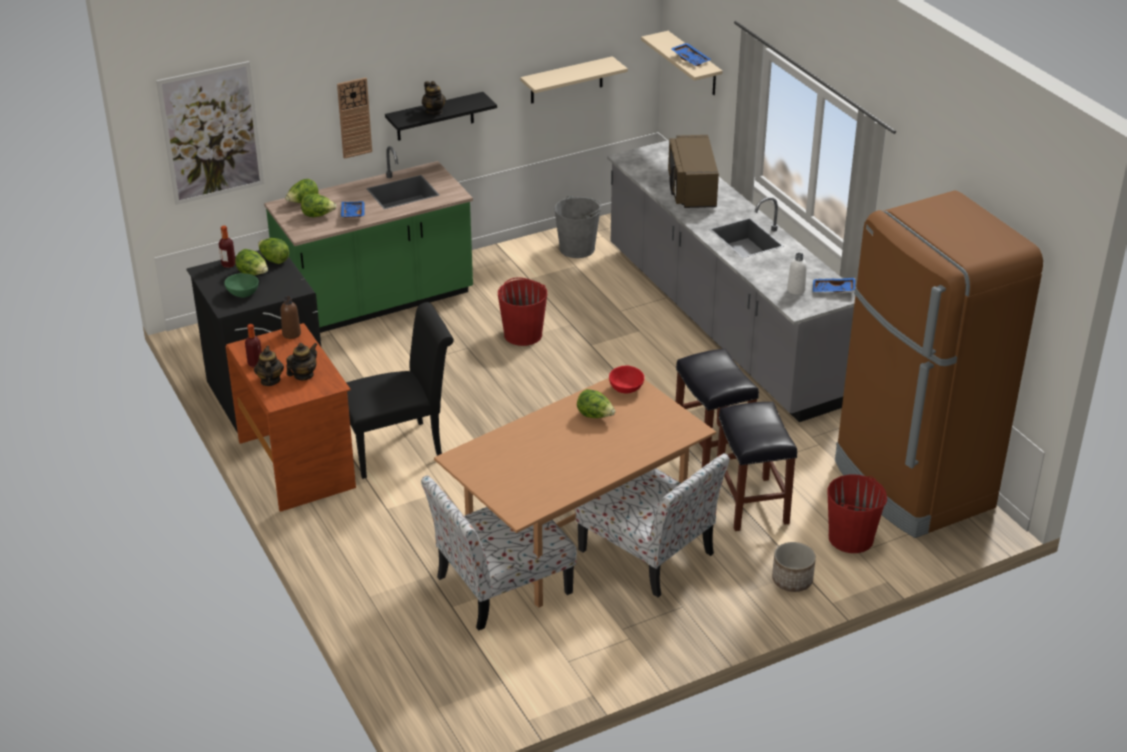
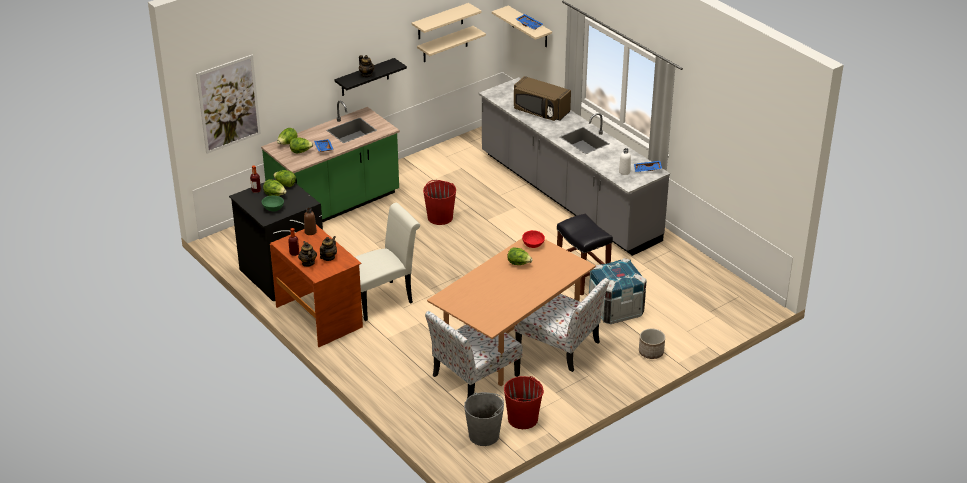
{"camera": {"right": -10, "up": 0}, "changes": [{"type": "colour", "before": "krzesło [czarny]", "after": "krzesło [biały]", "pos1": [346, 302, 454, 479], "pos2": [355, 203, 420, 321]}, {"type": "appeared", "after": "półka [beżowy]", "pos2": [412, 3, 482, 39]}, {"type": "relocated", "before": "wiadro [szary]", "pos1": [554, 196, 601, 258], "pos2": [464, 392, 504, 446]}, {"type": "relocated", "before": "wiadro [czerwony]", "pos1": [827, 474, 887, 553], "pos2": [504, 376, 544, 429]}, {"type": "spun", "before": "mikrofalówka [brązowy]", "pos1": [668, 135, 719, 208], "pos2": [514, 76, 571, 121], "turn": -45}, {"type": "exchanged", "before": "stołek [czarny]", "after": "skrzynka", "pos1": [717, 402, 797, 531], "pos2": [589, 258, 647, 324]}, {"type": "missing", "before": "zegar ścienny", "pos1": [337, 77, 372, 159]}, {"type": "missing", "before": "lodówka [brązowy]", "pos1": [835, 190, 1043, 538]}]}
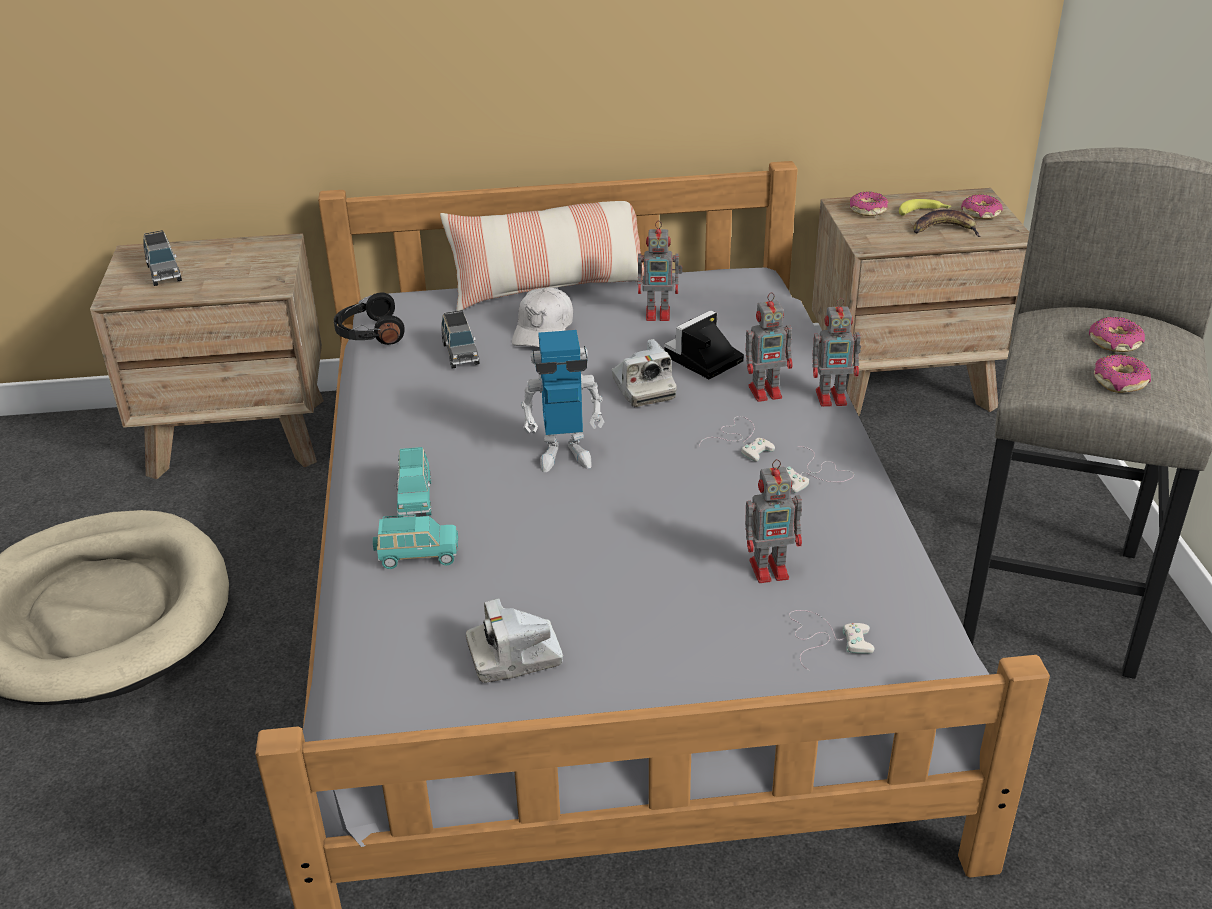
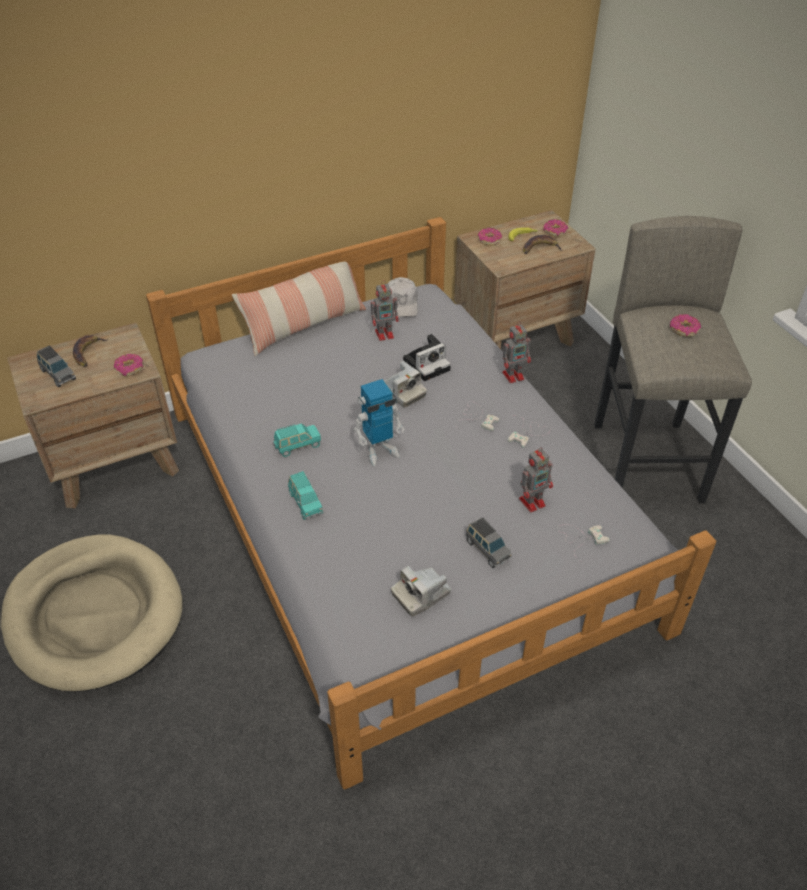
{"camera": {"right": -20, "up": 10}, "changes": [{"type": "appeared", "after": "banan", "pos2": [73, 335, 108, 367]}, {"type": "relocated", "before": "donut", "pos1": [1094, 354, 1151, 393], "pos2": [114, 354, 143, 376]}, {"type": "relocated", "before": "samochodzik [turkusowy]", "pos1": [373, 514, 458, 569], "pos2": [273, 424, 321, 457]}, {"type": "relocated", "before": "czapka z daszkiem [biały]", "pos1": [512, 287, 573, 347], "pos2": [388, 277, 418, 317]}, {"type": "spun", "before": "aparat fotograficzny", "pos1": [664, 310, 744, 379], "pos2": [403, 334, 451, 381], "turn": -150}, {"type": "relocated", "before": "samochodzik [szary]", "pos1": [441, 310, 479, 368], "pos2": [466, 517, 512, 568]}, {"type": "missing", "before": "słuchawki [czarny]", "pos1": [334, 292, 405, 345]}, {"type": "missing", "before": "robot zabawkowy", "pos1": [746, 292, 793, 402]}]}
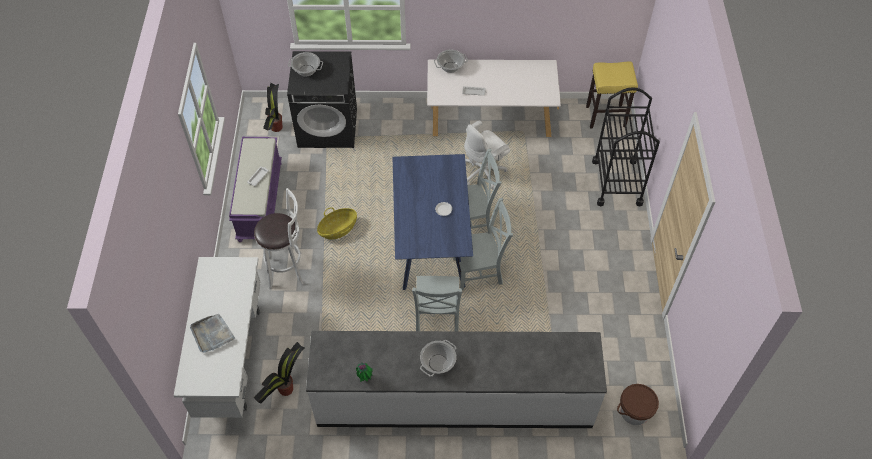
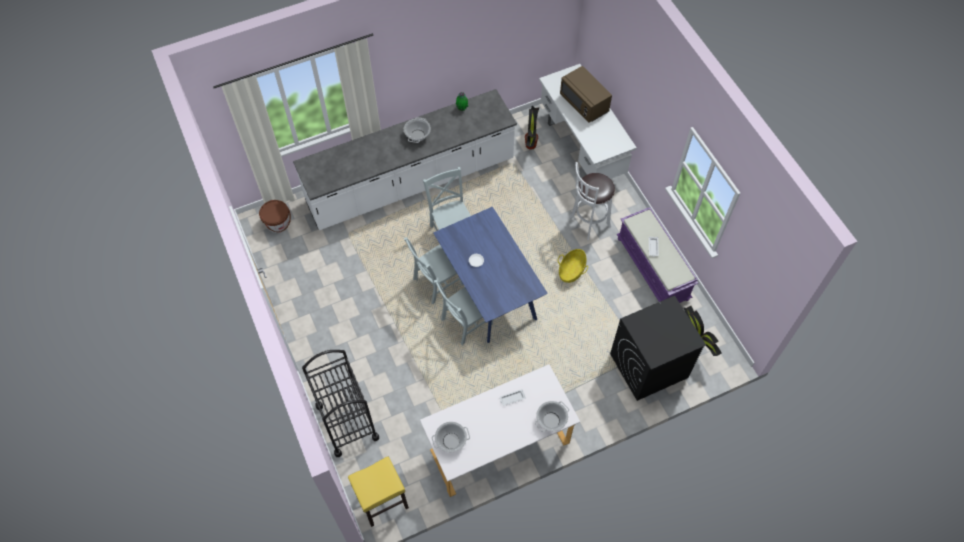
{"camera": {"right": 155, "up": 5}, "changes": [{"type": "relocated", "before": "garnek", "pos1": [288, 52, 323, 76], "pos2": [432, 422, 470, 453]}, {"type": "exchanged", "before": "taca [szary]", "after": "mikrofalówka [brązowy]", "pos1": [190, 314, 235, 353], "pos2": [560, 66, 612, 123]}, {"type": "missing", "before": "krzesło biurowe [biały]", "pos1": [464, 120, 510, 190]}]}
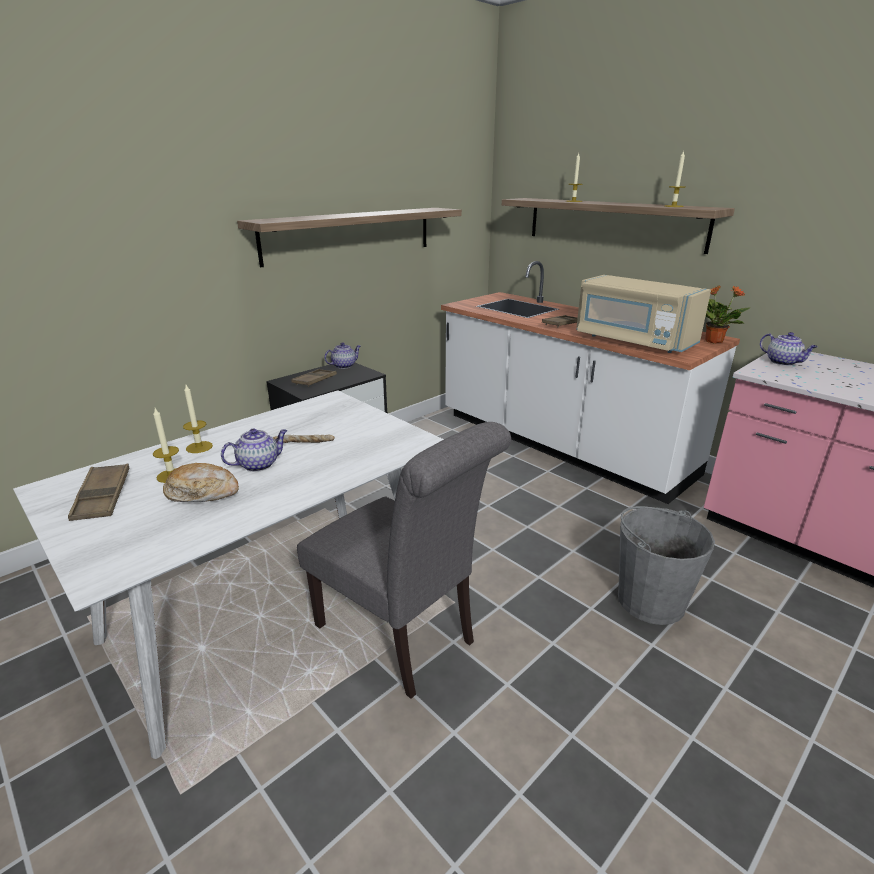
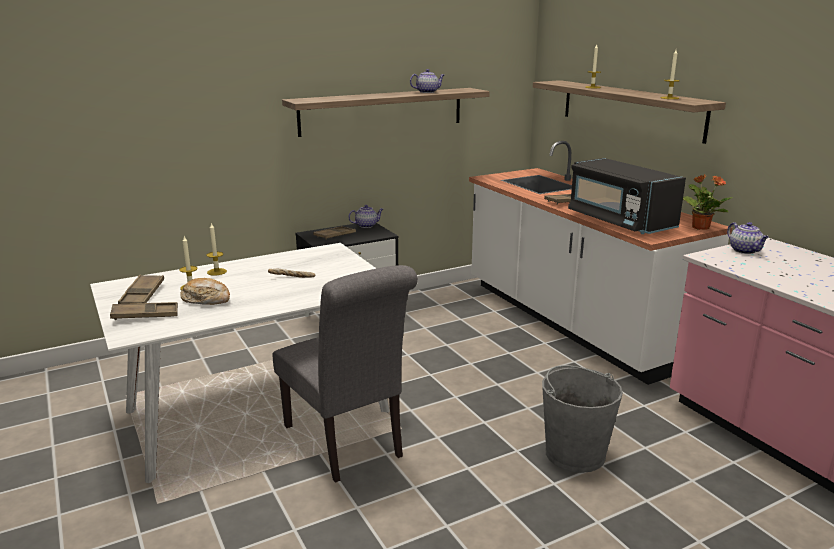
{"camera": {"right": 15, "up": -5}, "changes": [{"type": "appeared", "after": "taca [brązowy]", "pos2": [110, 302, 178, 320]}, {"type": "relocated", "before": "imbryk", "pos1": [221, 428, 287, 472], "pos2": [410, 69, 444, 93]}, {"type": "colour", "before": "mikrofalówka [beżowy]", "after": "mikrofalówka [czarny]", "pos1": [576, 275, 711, 353], "pos2": [568, 158, 686, 234]}]}
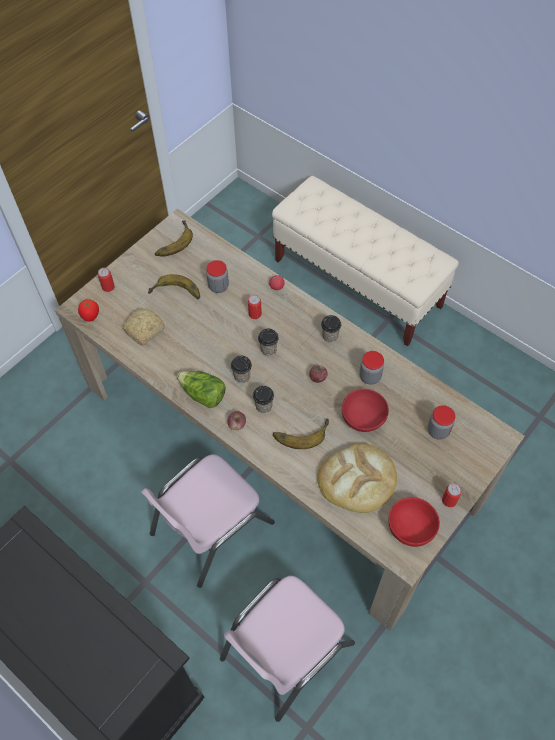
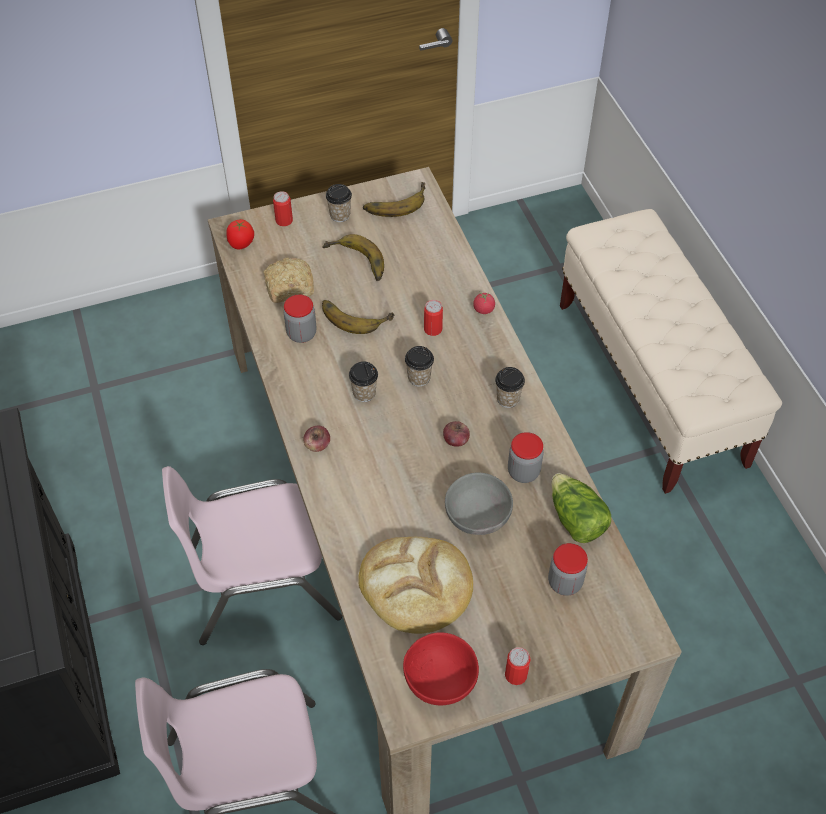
{"camera": {"right": 30, "up": -5}, "changes": [{"type": "relocated", "before": "słoik", "pos1": [206, 260, 229, 293], "pos2": [284, 295, 317, 343]}, {"type": "relocated", "before": "banan", "pos1": [273, 418, 329, 449], "pos2": [322, 300, 394, 334]}, {"type": "relocated", "before": "filiżanka", "pos1": [253, 386, 274, 413], "pos2": [326, 184, 352, 222]}, {"type": "colour", "before": "miska [czerwony]", "after": "miska [szary]", "pos1": [342, 389, 389, 432], "pos2": [445, 473, 513, 535]}, {"type": "relocated", "before": "sałata", "pos1": [177, 371, 226, 408], "pos2": [552, 473, 611, 543]}]}
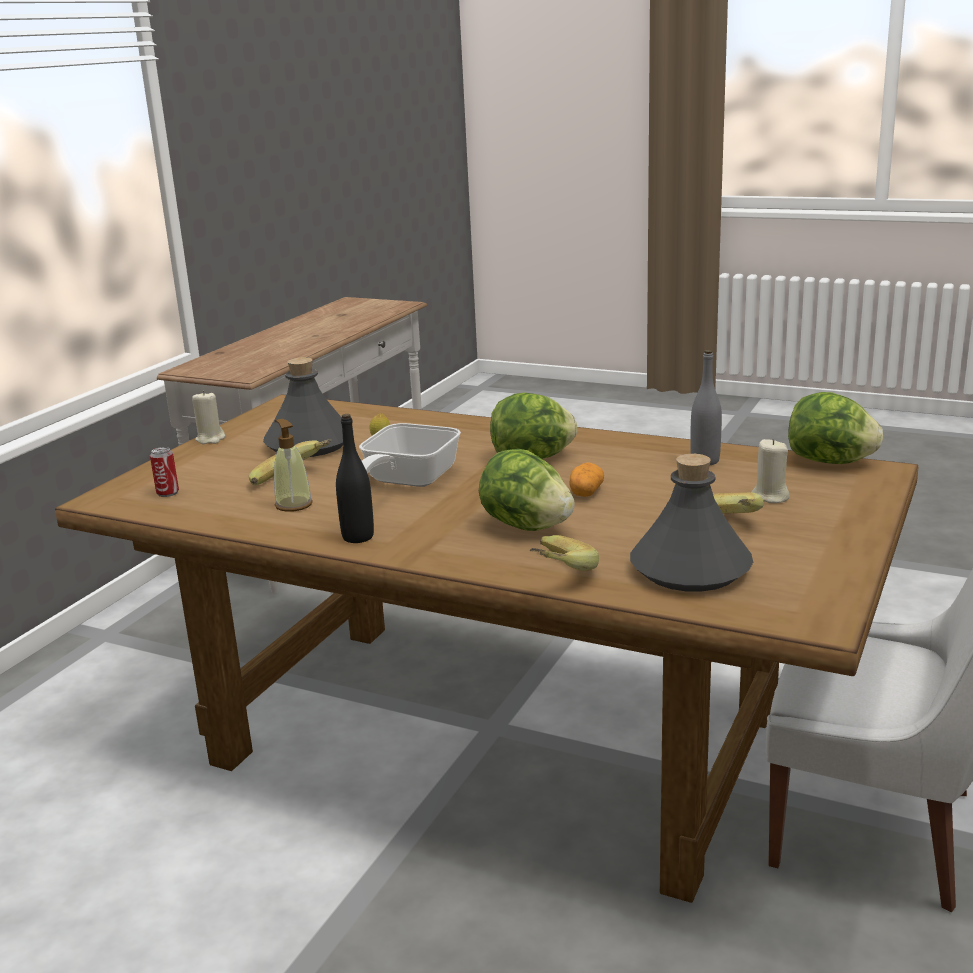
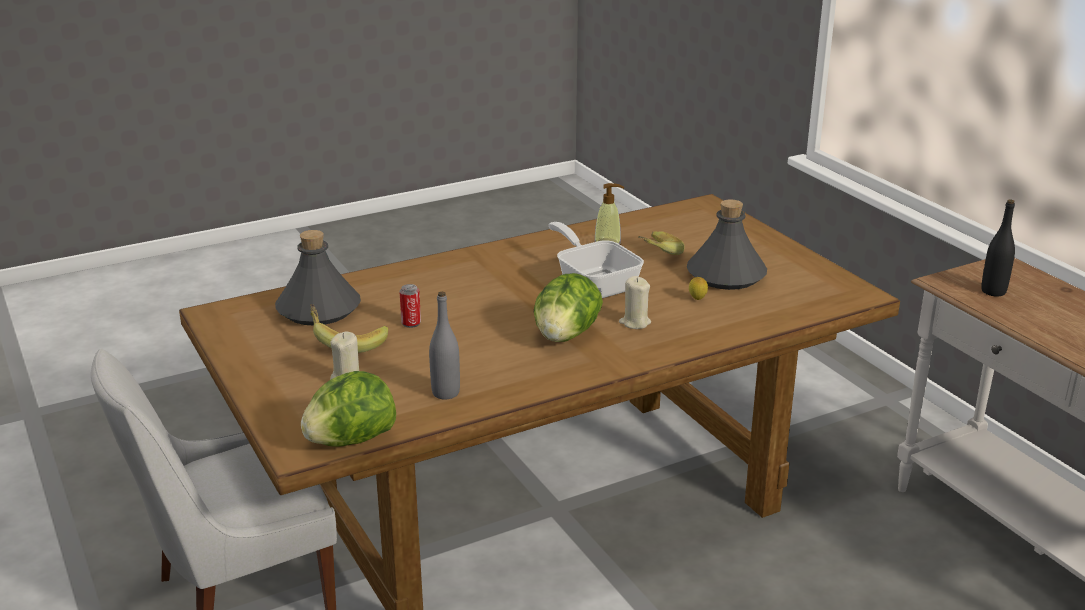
{"camera": {"right": 125, "up": 5}, "changes": [{"type": "relocated", "before": "puszka", "pos1": [150, 447, 179, 497], "pos2": [400, 284, 421, 328]}, {"type": "relocated", "before": "świeca [beżowy]", "pos1": [192, 391, 225, 444], "pos2": [619, 276, 651, 329]}, {"type": "relocated", "before": "butelka [czarny]", "pos1": [336, 414, 374, 543], "pos2": [981, 200, 1015, 297]}, {"type": "missing", "before": "sałata", "pos1": [479, 449, 575, 531]}, {"type": "missing", "before": "banan", "pos1": [530, 535, 599, 571]}, {"type": "missing", "before": "ziemniak", "pos1": [570, 462, 604, 497]}]}
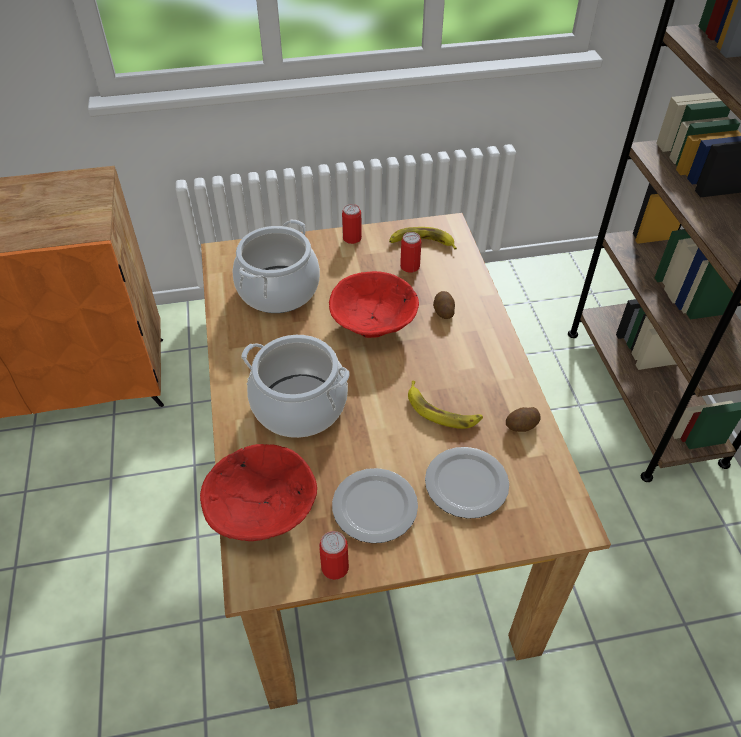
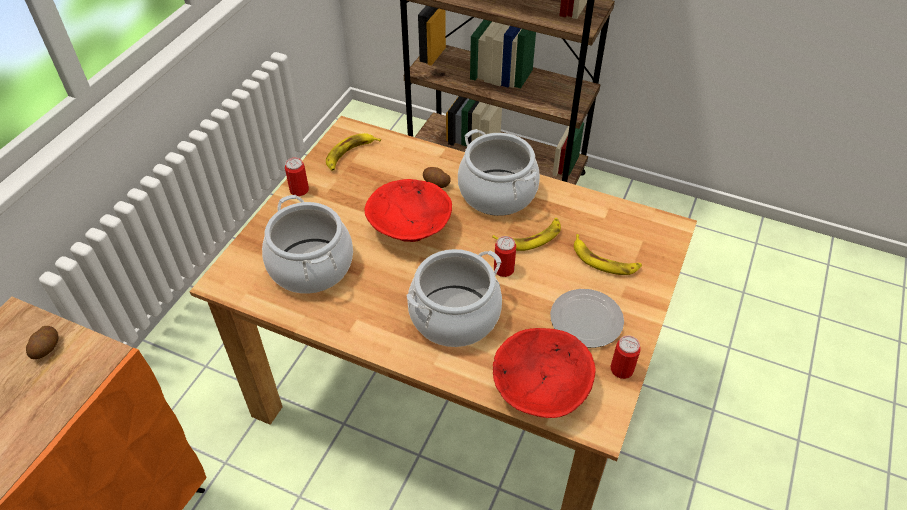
{"camera": {"right": -55, "up": 0}, "changes": [{"type": "relocated", "before": "ziemniak", "pos1": [506, 407, 540, 432], "pos2": [26, 326, 59, 359]}, {"type": "appeared", "after": "garnek", "pos2": [458, 129, 540, 216]}, {"type": "relocated", "before": "puszka", "pos1": [400, 232, 421, 273], "pos2": [494, 236, 516, 277]}, {"type": "exchanged", "before": "talerz", "after": "banan", "pos1": [425, 447, 509, 519], "pos2": [574, 234, 642, 275]}]}
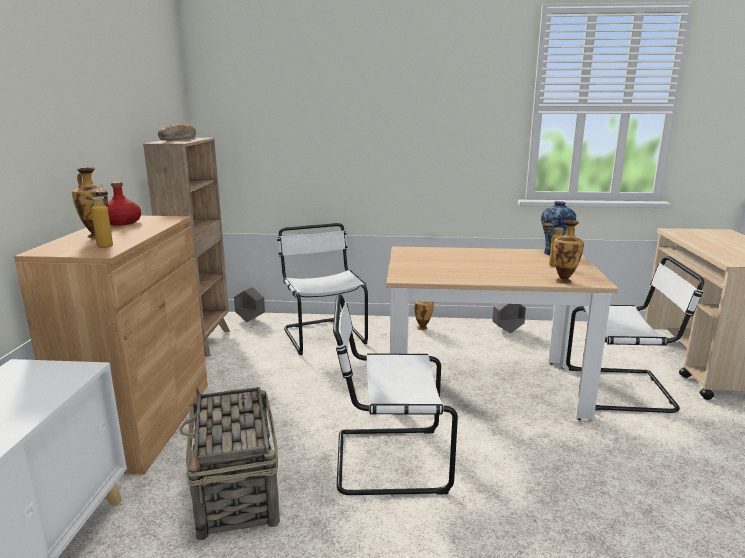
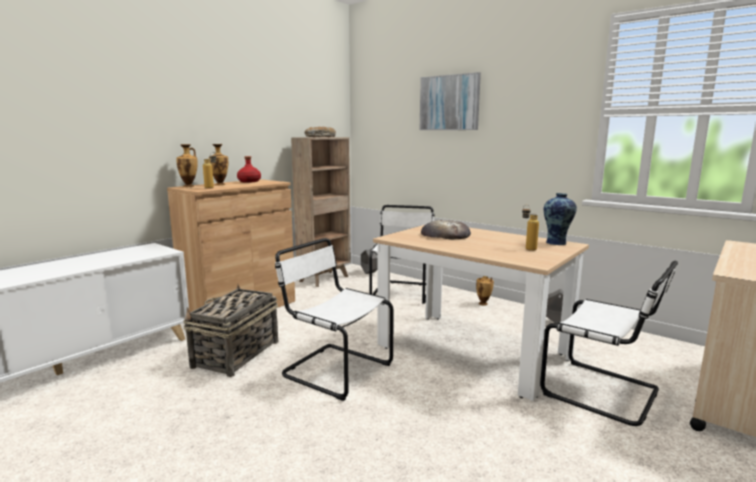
{"camera": {"right": 35, "up": -5}, "changes": [{"type": "relocated", "before": "wazon", "pos1": [553, 220, 584, 284], "pos2": [177, 144, 198, 187]}, {"type": "appeared", "after": "obraz", "pos2": [420, 72, 481, 130]}, {"type": "appeared", "after": "chleb", "pos2": [421, 220, 471, 240]}]}
